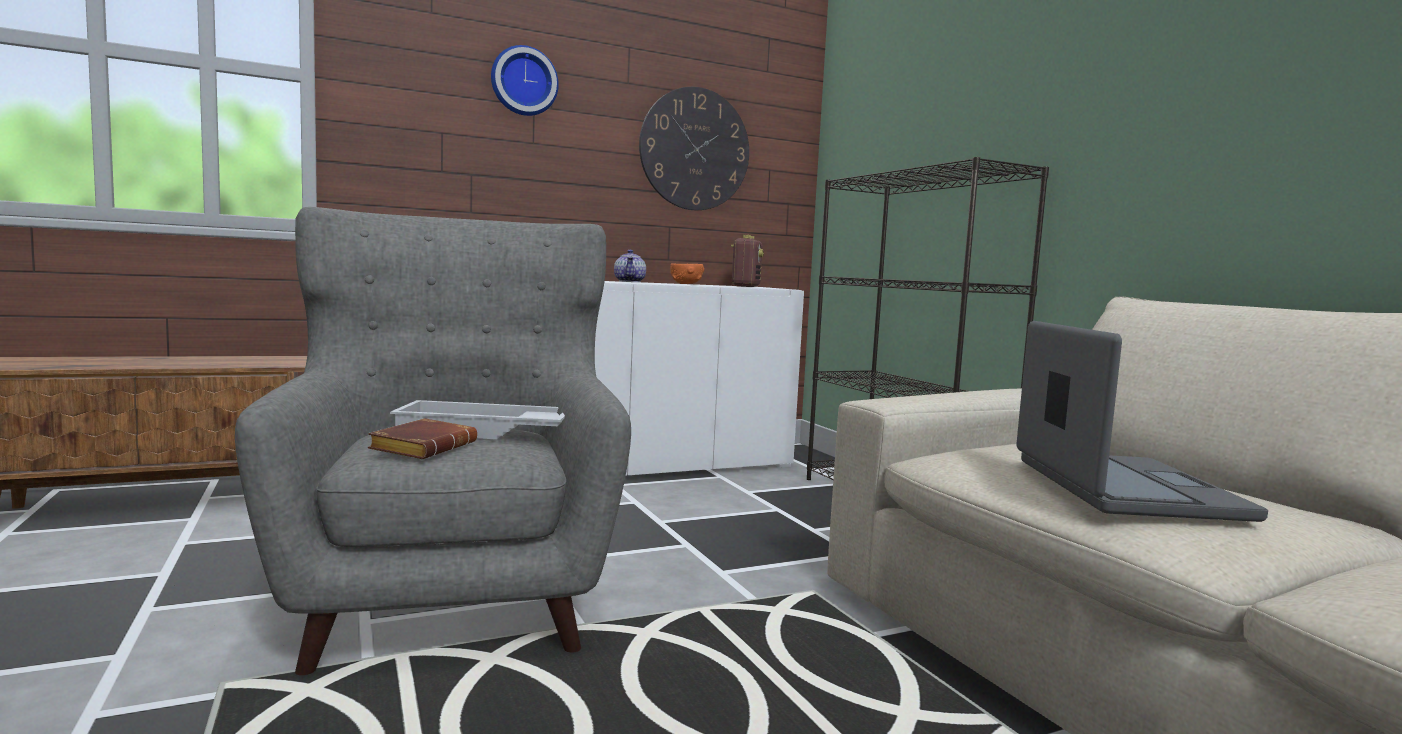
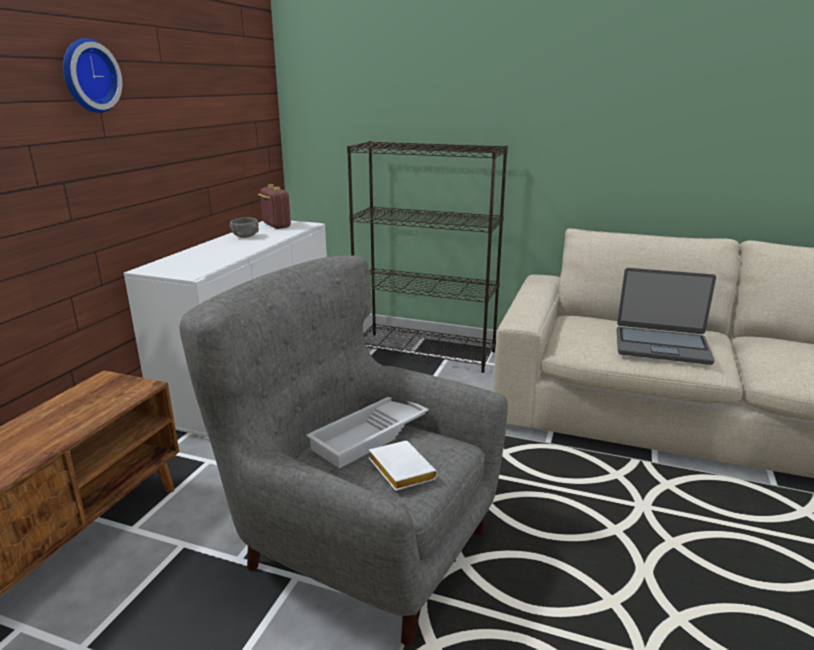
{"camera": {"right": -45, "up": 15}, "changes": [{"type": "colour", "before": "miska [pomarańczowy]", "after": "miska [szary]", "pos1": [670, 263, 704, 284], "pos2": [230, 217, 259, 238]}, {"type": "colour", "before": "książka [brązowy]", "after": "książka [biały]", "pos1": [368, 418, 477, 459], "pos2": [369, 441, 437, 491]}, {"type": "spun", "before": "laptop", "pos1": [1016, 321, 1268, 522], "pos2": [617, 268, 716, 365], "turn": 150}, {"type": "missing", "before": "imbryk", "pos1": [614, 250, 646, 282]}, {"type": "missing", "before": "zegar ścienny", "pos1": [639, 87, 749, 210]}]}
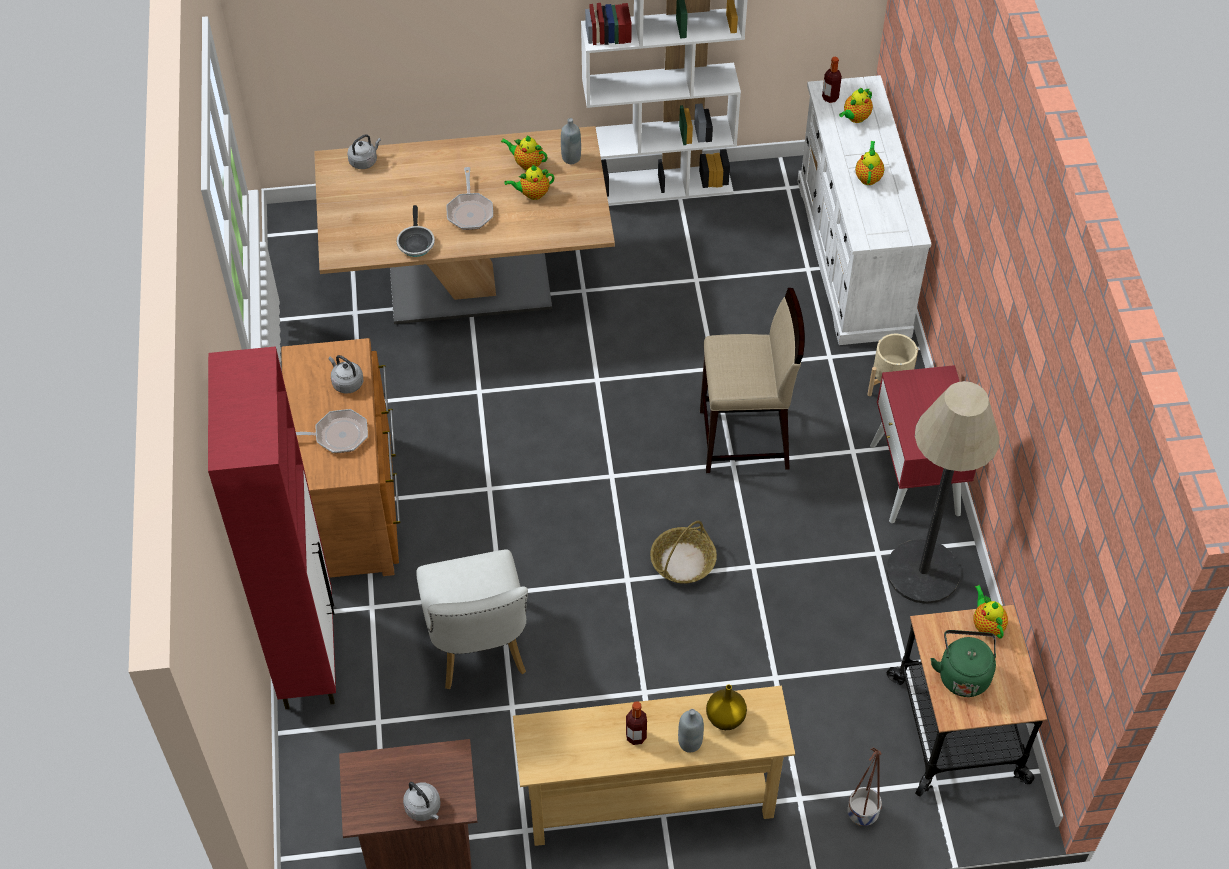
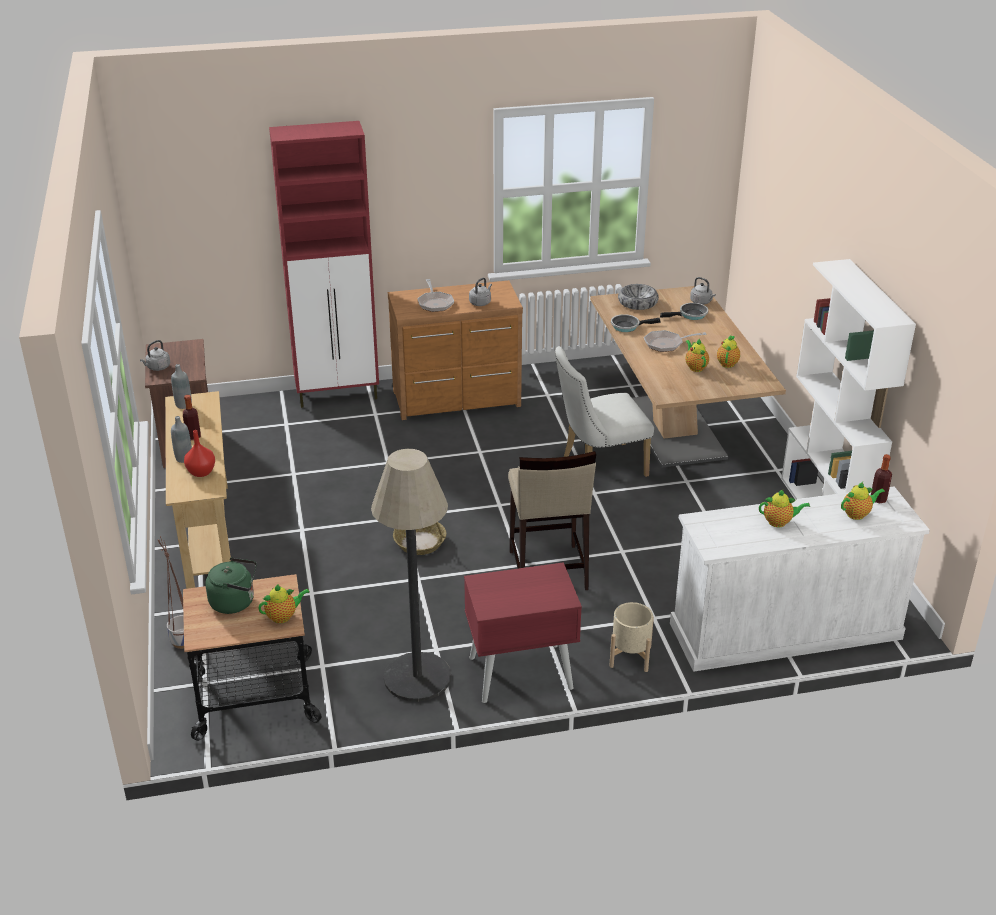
{"camera": {"right": 85, "up": -20}, "changes": [{"type": "relocated", "before": "butelka [szary]", "pos1": [561, 118, 581, 164], "pos2": [171, 364, 192, 409]}, {"type": "colour", "before": "wazon [żółty]", "after": "wazon [czerwony]", "pos1": [706, 685, 747, 730], "pos2": [184, 430, 215, 477]}, {"type": "relocated", "before": "krzesło [biały]", "pos1": [416, 549, 528, 689], "pos2": [555, 346, 654, 477]}, {"type": "appeared", "after": "miska", "pos2": [618, 284, 659, 310]}, {"type": "appeared", "after": "patelnia", "pos2": [660, 303, 708, 320]}, {"type": "spun", "before": "imbryk", "pos1": [839, 88, 873, 123], "pos2": [841, 482, 885, 520], "turn": 120}]}
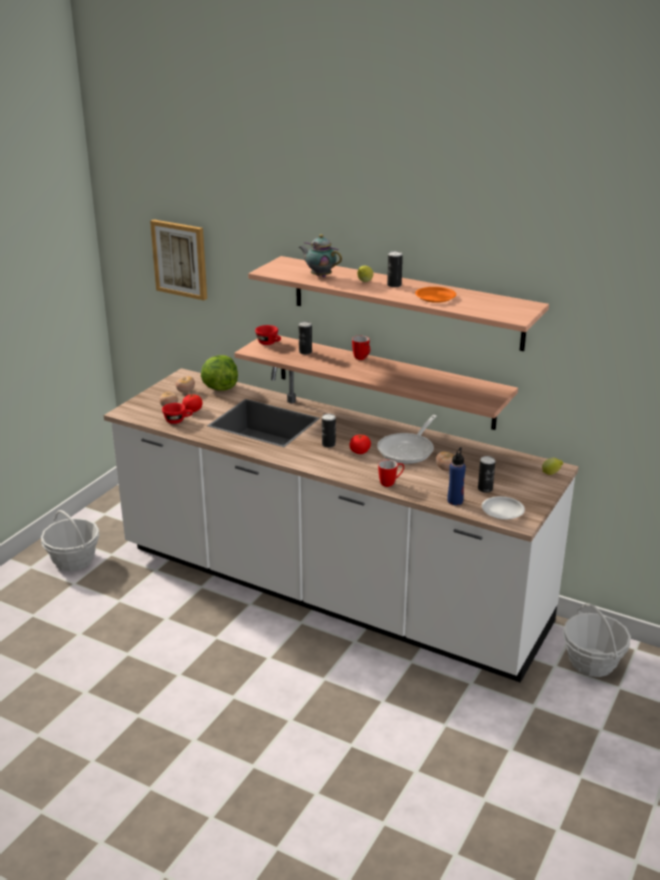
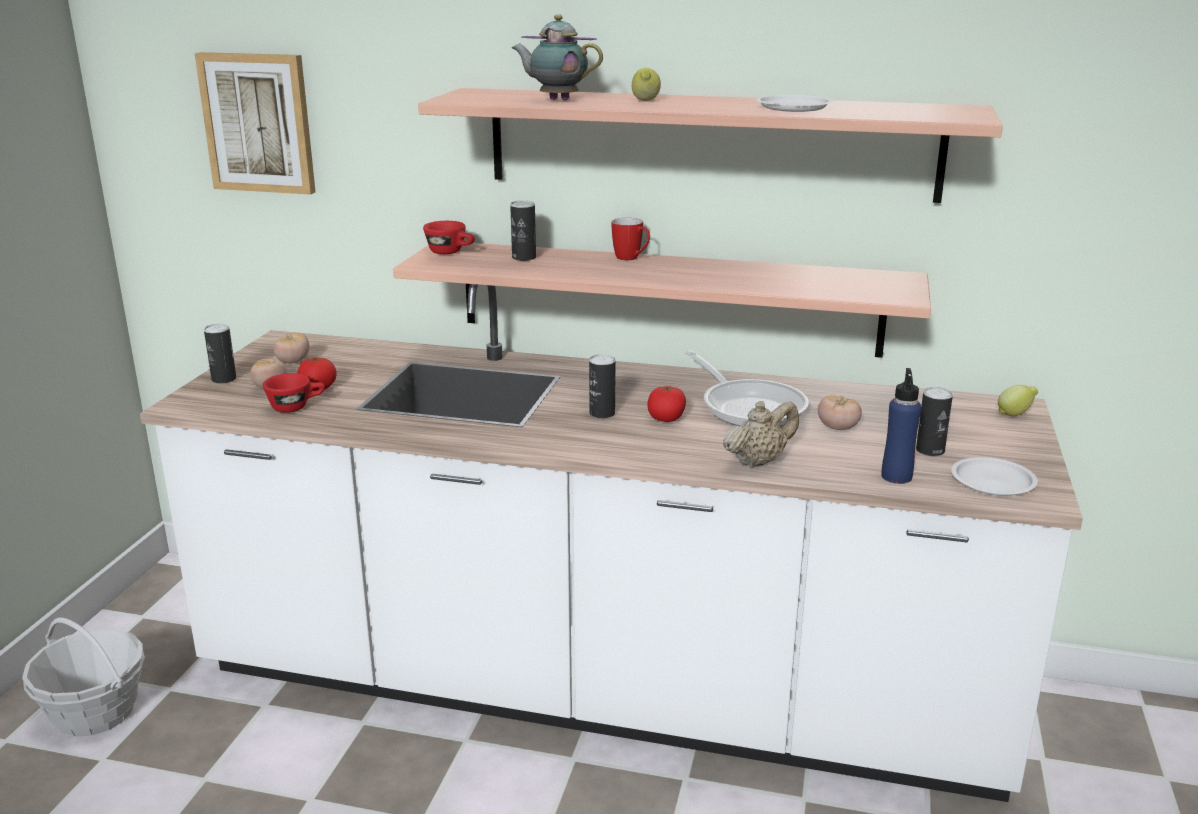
{"camera": {"right": -15, "up": -5}, "changes": [{"type": "relocated", "before": "puszka", "pos1": [387, 251, 403, 287], "pos2": [204, 324, 237, 383]}, {"type": "spun", "before": "patelnia", "pos1": [377, 415, 437, 464], "pos2": [685, 350, 809, 426], "turn": -45}, {"type": "exchanged", "before": "kubek", "after": "imbryk [beżowy]", "pos1": [378, 460, 404, 487], "pos2": [723, 401, 799, 468]}, {"type": "colour", "before": "talerz [pomarańczowy]", "after": "talerz [biały]", "pos1": [415, 287, 456, 303], "pos2": [756, 95, 833, 112]}, {"type": "missing", "before": "sałata", "pos1": [201, 355, 238, 391]}, {"type": "missing", "before": "koszyk", "pos1": [563, 603, 631, 677]}]}
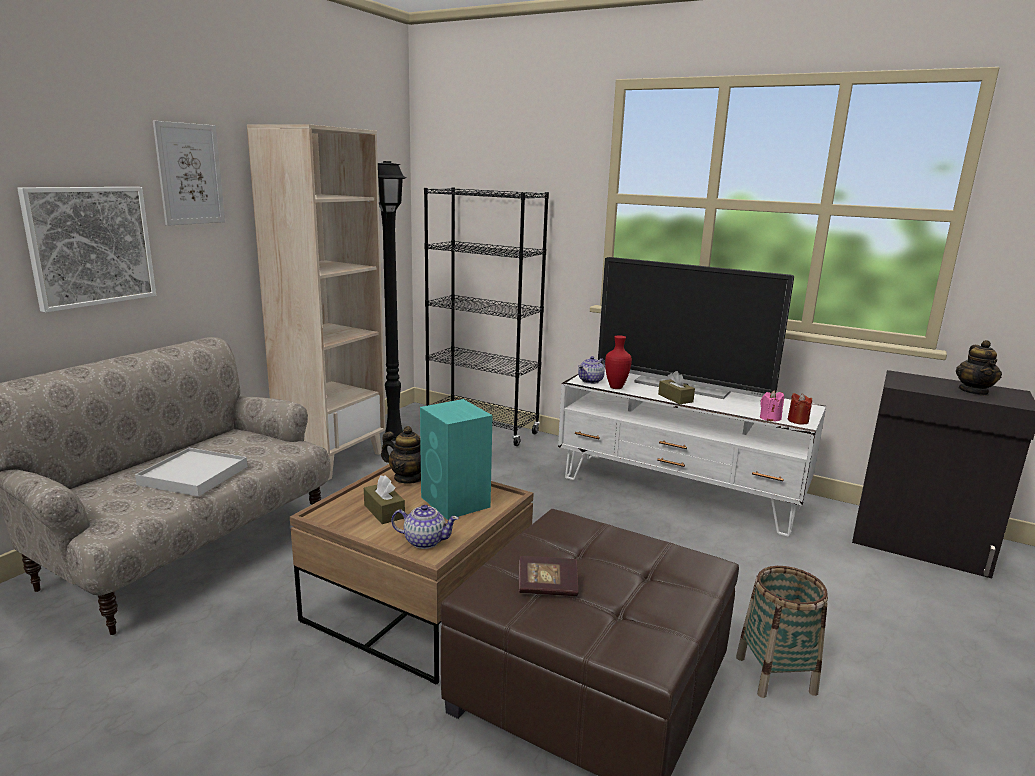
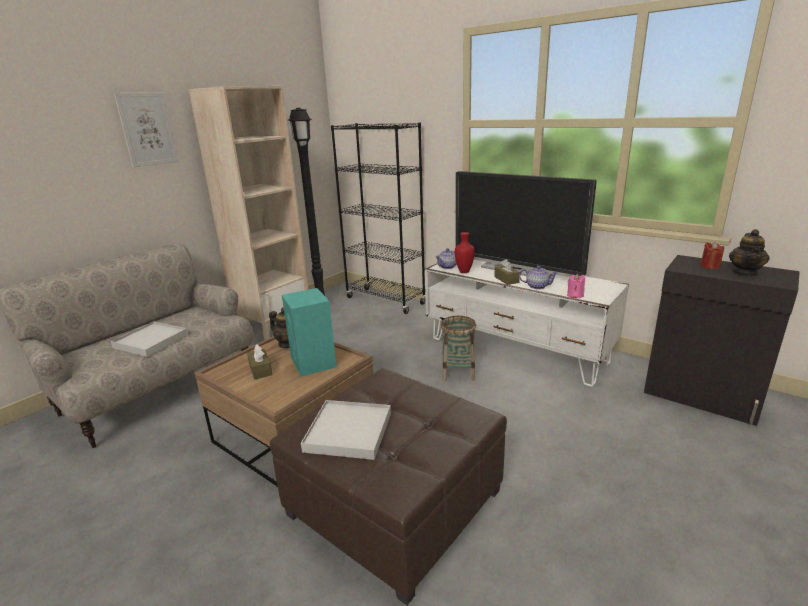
{"camera": {"right": 10, "up": 5}, "changes": [{"type": "exchanged", "before": "książka", "after": "taca [biały]", "pos1": [519, 556, 578, 596], "pos2": [301, 400, 391, 460]}, {"type": "relocated", "before": "koszyk", "pos1": [736, 566, 828, 698], "pos2": [441, 316, 476, 381]}, {"type": "relocated", "before": "imbryk", "pos1": [391, 505, 459, 549], "pos2": [519, 266, 558, 289]}, {"type": "relocated", "before": "świeca [czerwony]", "pos1": [788, 393, 812, 424], "pos2": [700, 242, 724, 269]}, {"type": "missing", "before": "obraz", "pos1": [17, 187, 156, 313]}]}
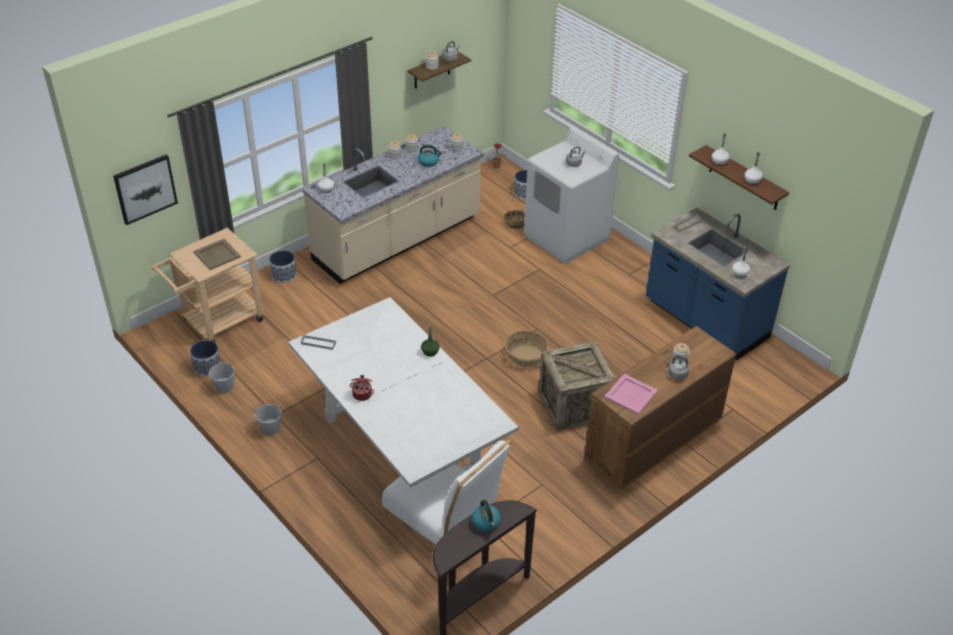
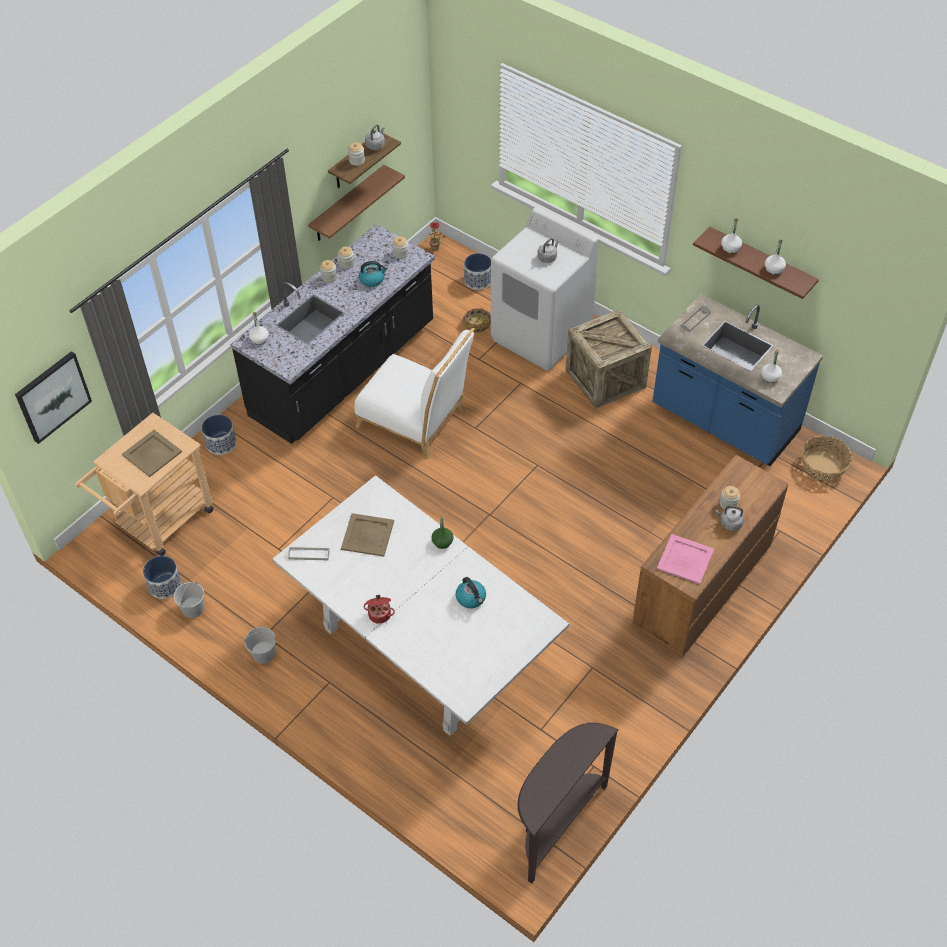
{"camera": {"right": -10, "up": 10}, "changes": [{"type": "colour", "before": "zabudowa kuchenna [beżowy]", "after": "zabudowa kuchenna [czarny]", "pos1": [302, 126, 484, 284], "pos2": [230, 224, 435, 444]}, {"type": "appeared", "after": "półka [brązowy]", "pos2": [308, 165, 405, 241]}, {"type": "appeared", "after": "taca [beżowy]", "pos2": [341, 513, 394, 557]}, {"type": "relocated", "before": "krzesło [biały]", "pos1": [382, 440, 511, 546], "pos2": [354, 328, 475, 459]}, {"type": "relocated", "before": "czajnik", "pos1": [472, 500, 501, 532], "pos2": [456, 577, 486, 608]}, {"type": "relocated", "before": "skrzynka", "pos1": [539, 341, 615, 432], "pos2": [566, 309, 652, 409]}, {"type": "relocated", "before": "koszyk", "pos1": [505, 330, 549, 368], "pos2": [801, 435, 852, 480]}]}
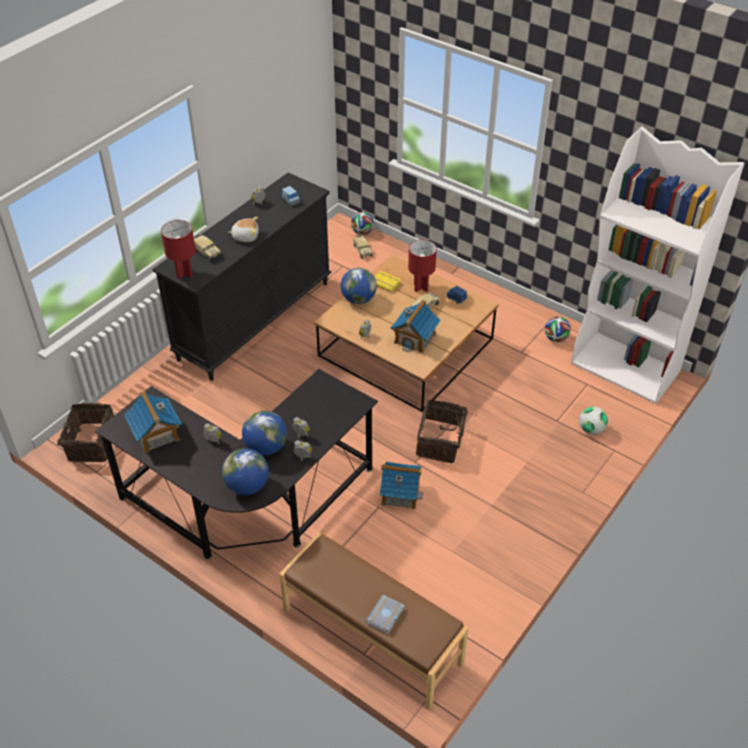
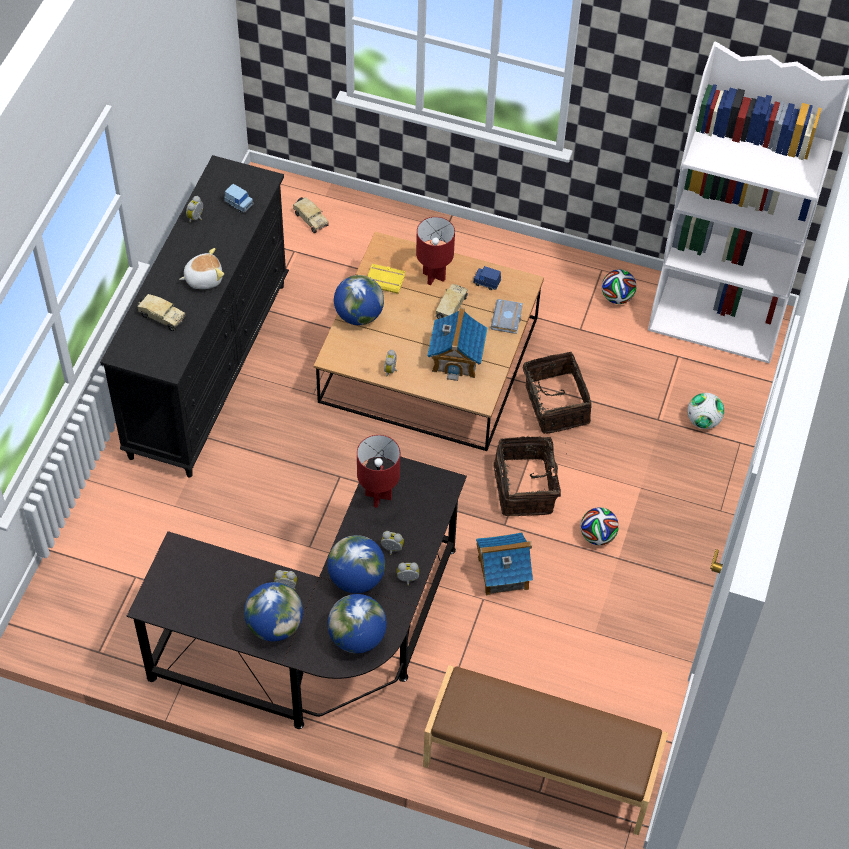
{"camera": {"right": -20, "up": 10}, "changes": [{"type": "appeared", "after": "globus", "pos2": [244, 582, 303, 641]}, {"type": "relocated", "before": "lampa stołowa [czerwony]", "pos1": [161, 220, 196, 280], "pos2": [357, 435, 400, 508]}, {"type": "relocated", "before": "książka [szary]", "pos1": [365, 595, 405, 634], "pos2": [490, 299, 523, 334]}, {"type": "relocated", "before": "koszyk", "pos1": [57, 403, 114, 462], "pos2": [523, 352, 591, 434]}, {"type": "relocated", "before": "piłka futbolowa", "pos1": [351, 212, 374, 235], "pos2": [581, 507, 619, 545]}, {"type": "missing", "before": "domek", "pos1": [124, 391, 182, 454]}]}
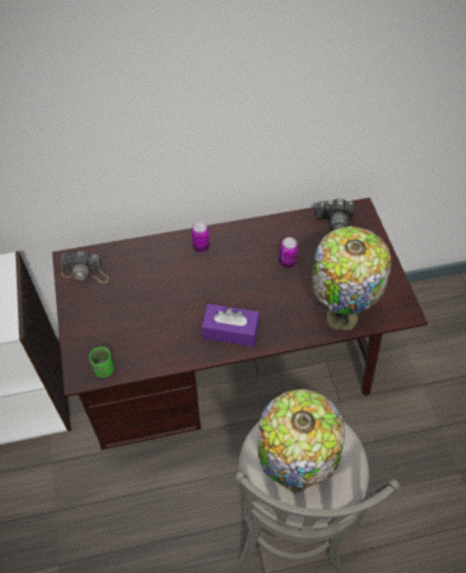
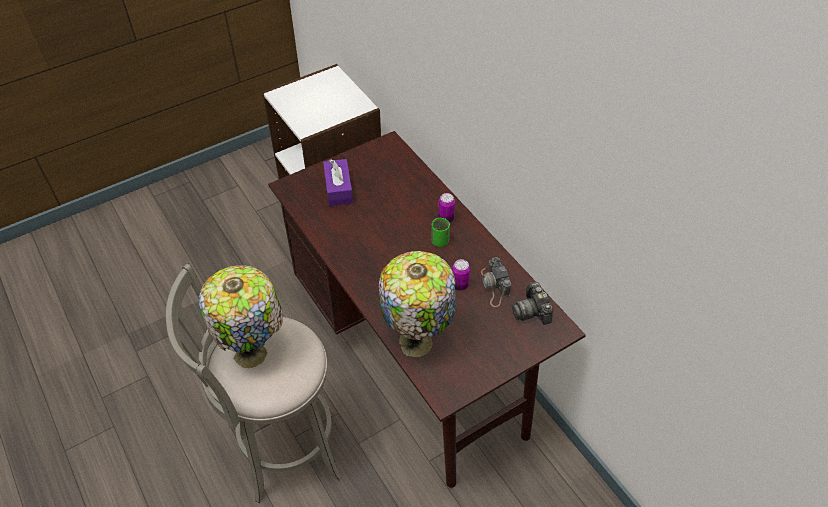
{"camera": {"right": 70, "up": -5}, "changes": [{"type": "relocated", "before": "pudełko chusteczek [fioletowy]", "pos1": [202, 304, 259, 347], "pos2": [323, 159, 353, 207]}, {"type": "relocated", "before": "filiżanka [zielony]", "pos1": [89, 347, 114, 378], "pos2": [431, 218, 450, 247]}, {"type": "relocated", "before": "aparat fotograficzny", "pos1": [60, 251, 109, 283], "pos2": [481, 257, 511, 307]}]}
